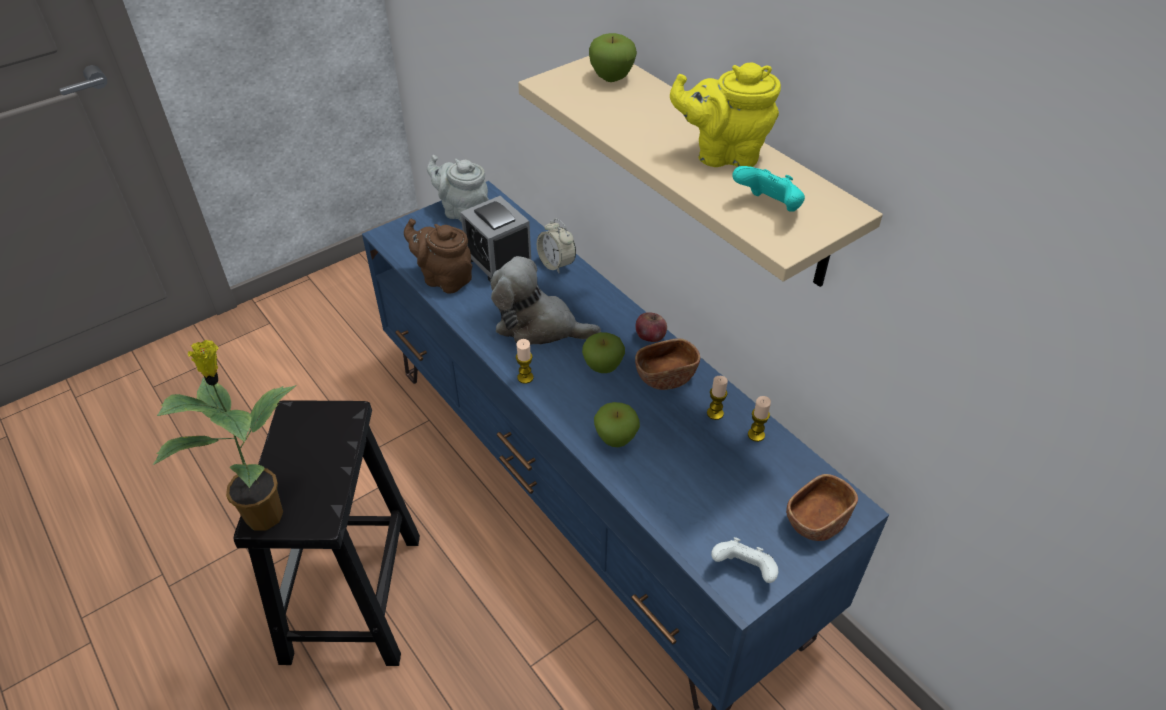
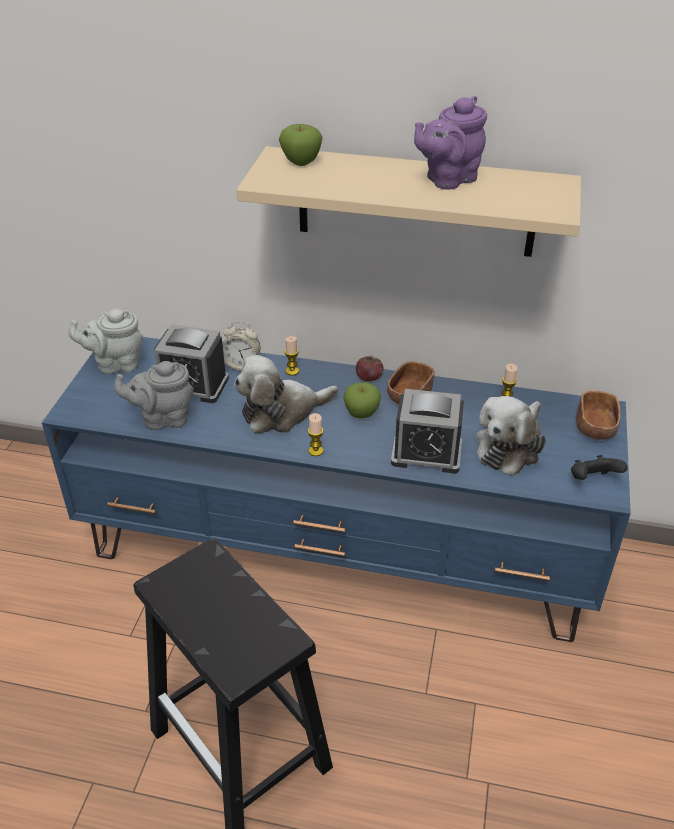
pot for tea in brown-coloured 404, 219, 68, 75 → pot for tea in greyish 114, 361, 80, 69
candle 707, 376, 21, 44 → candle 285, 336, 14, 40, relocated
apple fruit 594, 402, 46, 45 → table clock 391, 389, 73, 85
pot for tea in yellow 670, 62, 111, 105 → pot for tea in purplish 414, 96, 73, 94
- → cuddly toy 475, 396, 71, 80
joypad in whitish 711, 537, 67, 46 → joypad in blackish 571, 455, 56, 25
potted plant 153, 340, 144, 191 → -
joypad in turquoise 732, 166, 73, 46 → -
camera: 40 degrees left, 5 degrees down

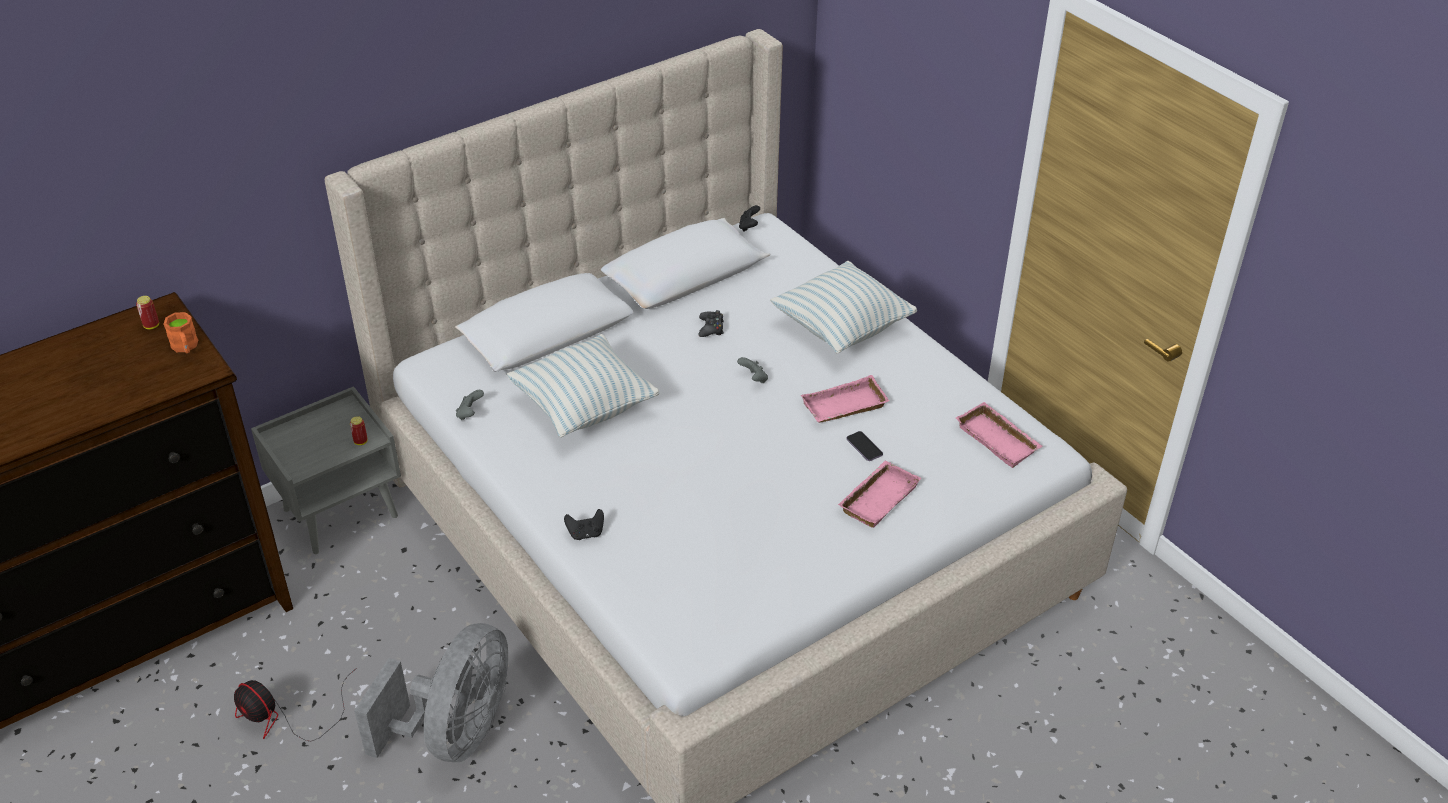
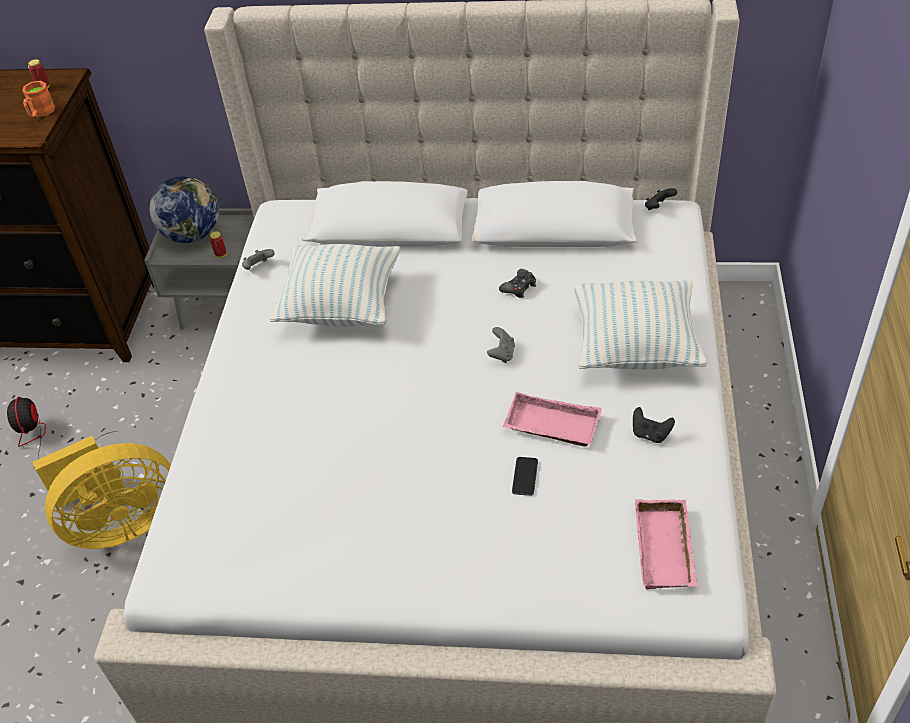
fan in greyish 354, 623, 154, 139 → fan in yellow 33, 436, 138, 113
- → globe 150, 176, 69, 67
joypad in blackish 564, 509, 40, 31 → joypad in blackish 633, 407, 42, 36, relocated
carrying tray in pink-coloured 838, 460, 84, 68 → -
camera: 45 degrees right, 5 degrees up

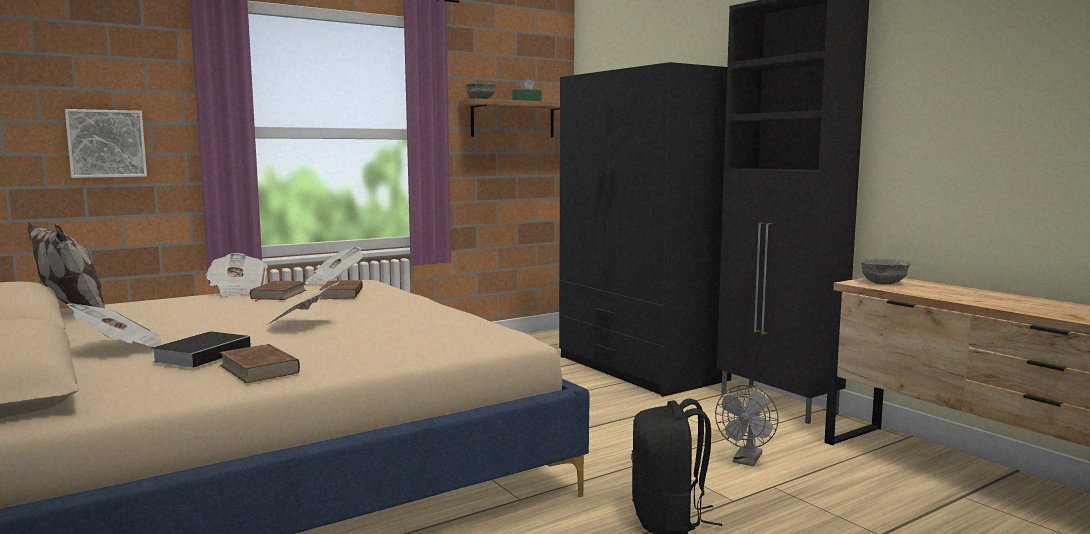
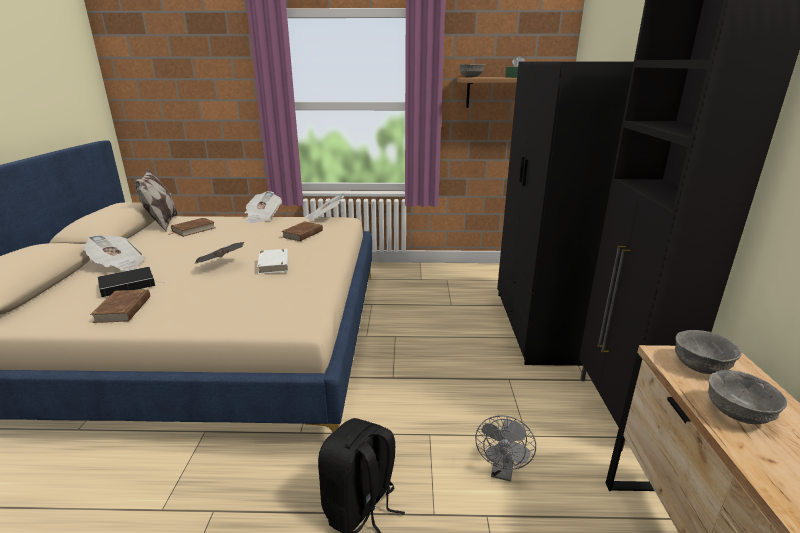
bound book in brown-coloured 250, 281, 56, 20 → bound book in brown-coloured 171, 218, 44, 19, relocated
- → bound book in whitish 257, 249, 31, 25
fan in greyish 715, 385, 64, 81 → fan in greyish 475, 415, 61, 67, 45 degrees counterclockwise
- → deep dish in greyish 708, 370, 79, 54
wall picture 65, 109, 82, 69 → -
camera: 35 degrees right, 15 degrees up

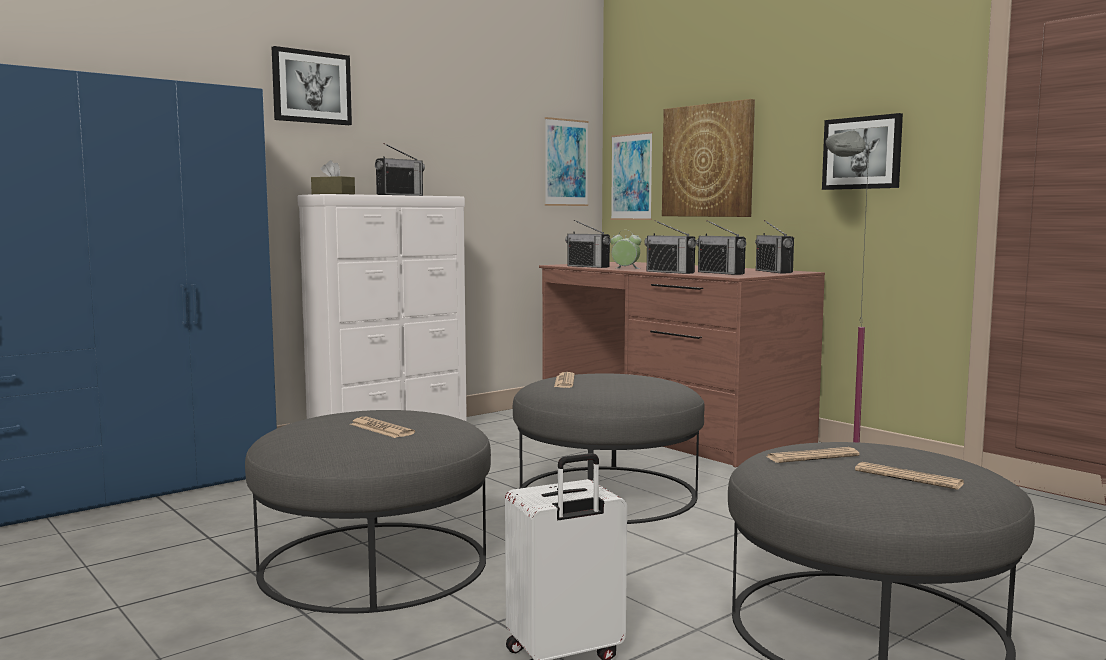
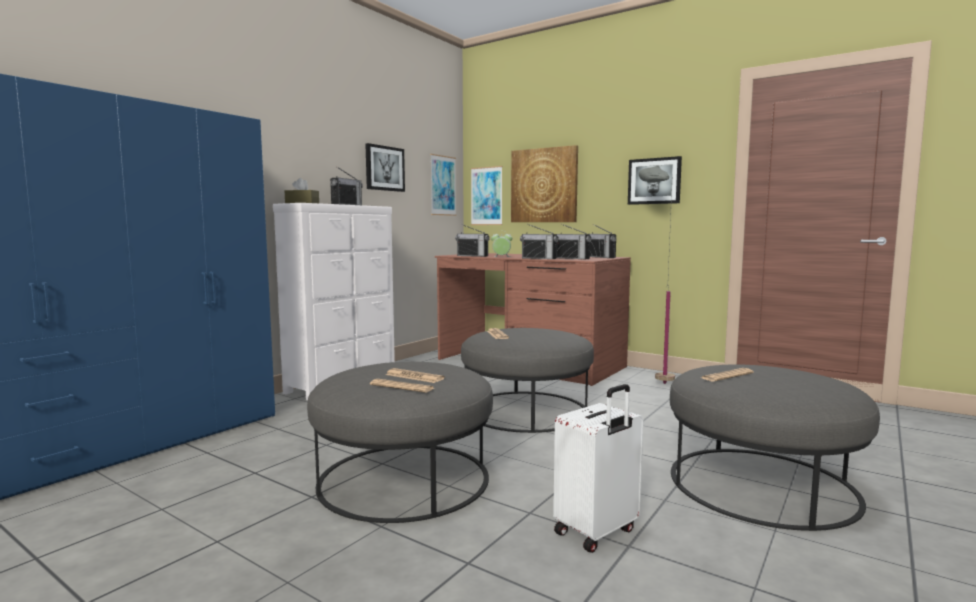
wall picture 272, 46, 80, 79 → wall picture 365, 143, 40, 49, relocated
daily paper 855, 462, 109, 28 → daily paper 370, 379, 64, 14, relocated
camera: 15 degrees left, 0 degrees up

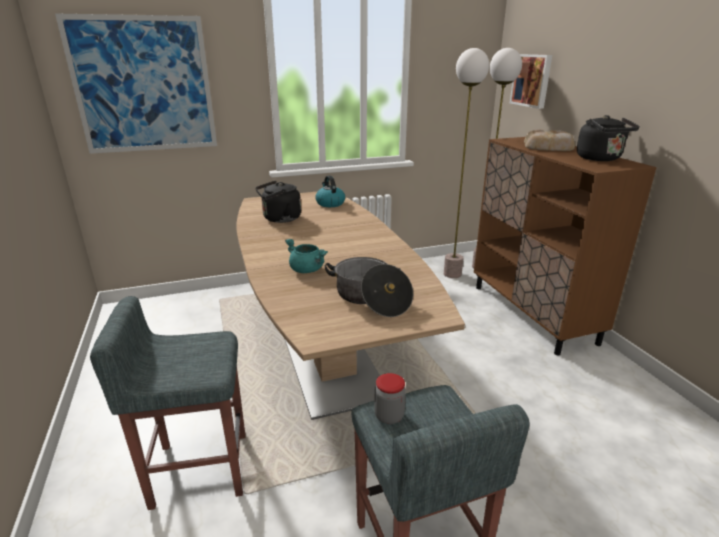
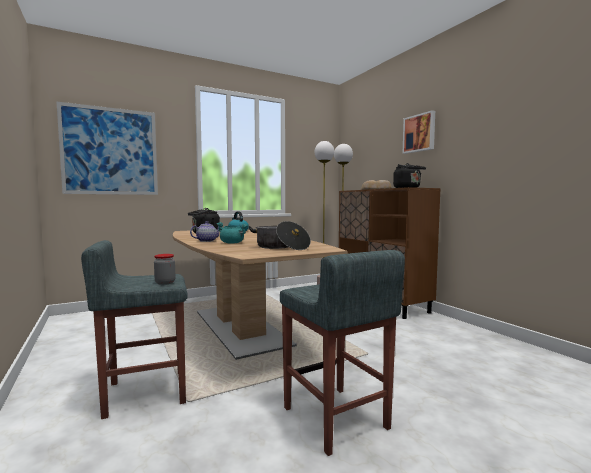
preserve jar 374, 373, 32, 51 → preserve jar 154, 254, 22, 31, relocated
- → pot for tea 190, 221, 30, 21
wall picture 510, 54, 42, 55 → wall picture 403, 110, 32, 44, relocated
camera: 10 degrees left, 20 degrees down

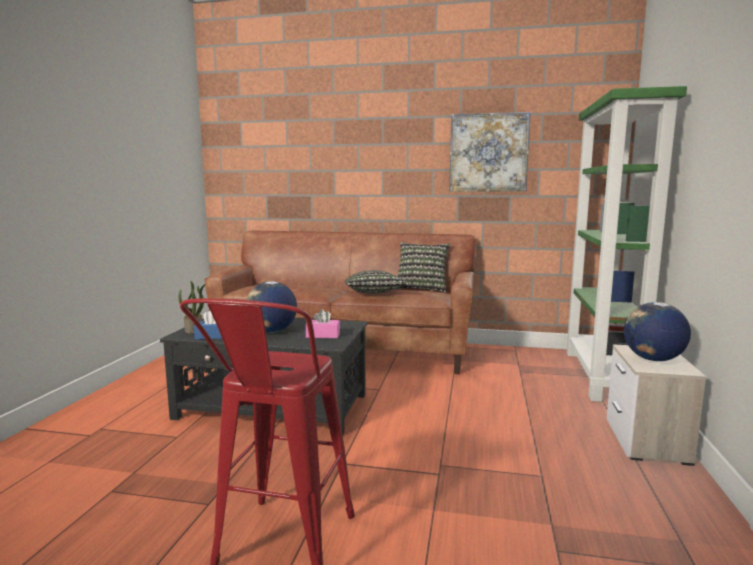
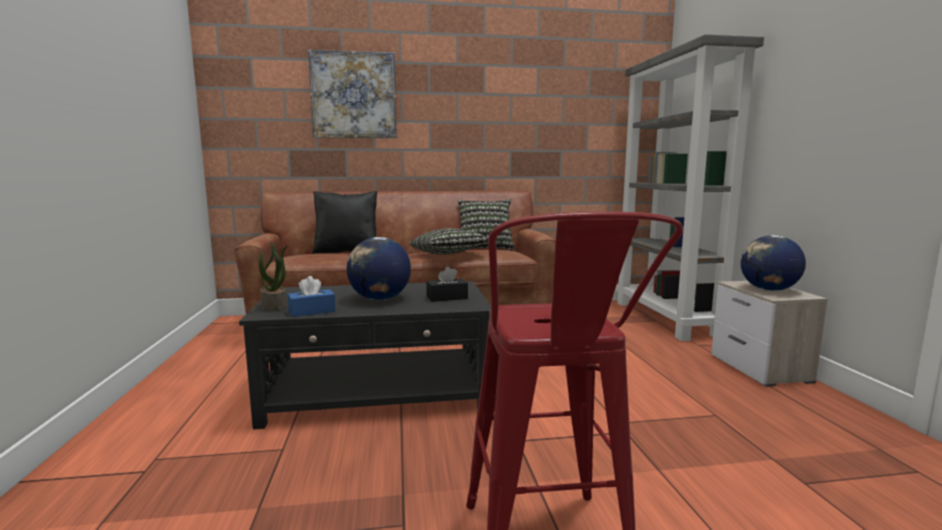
wall picture 449, 112, 82, 80 → wall picture 308, 50, 89, 88, relocated
- → pillow in blackish 312, 191, 65, 63
tissue box in pink-coloured 305, 309, 35, 29 → tissue box in blackish 426, 266, 42, 36
bookcase in greenish 565, 86, 122, 316 → bookcase in greyish 616, 34, 148, 307
camera: 20 degrees left, 0 degrees up

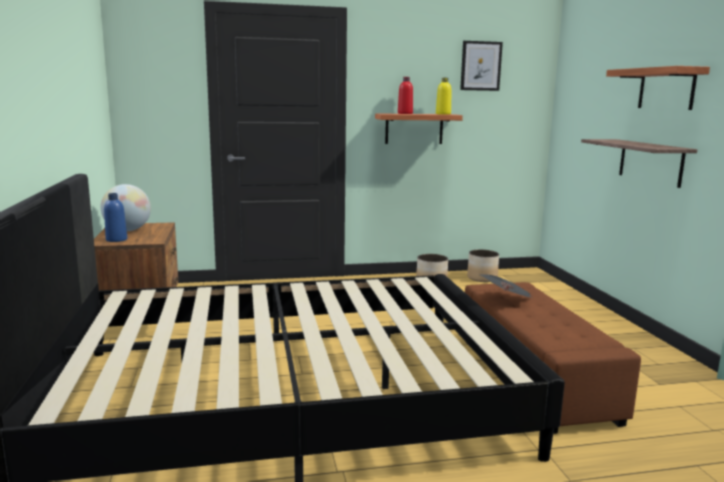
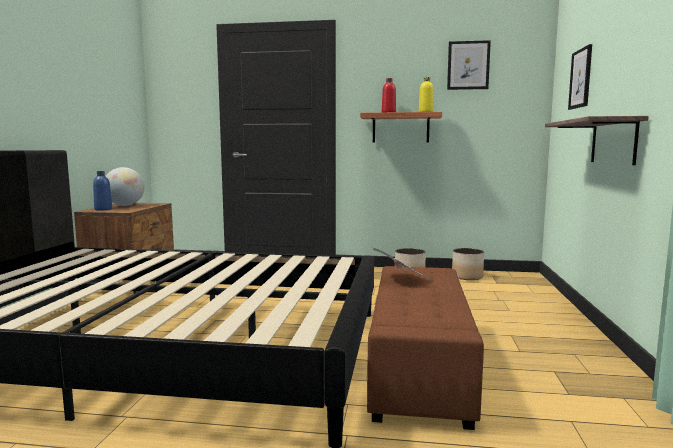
- → wall picture 568, 44, 24, 66
shelf 606, 66, 104, 44 → -
camera: 20 degrees right, 5 degrees down

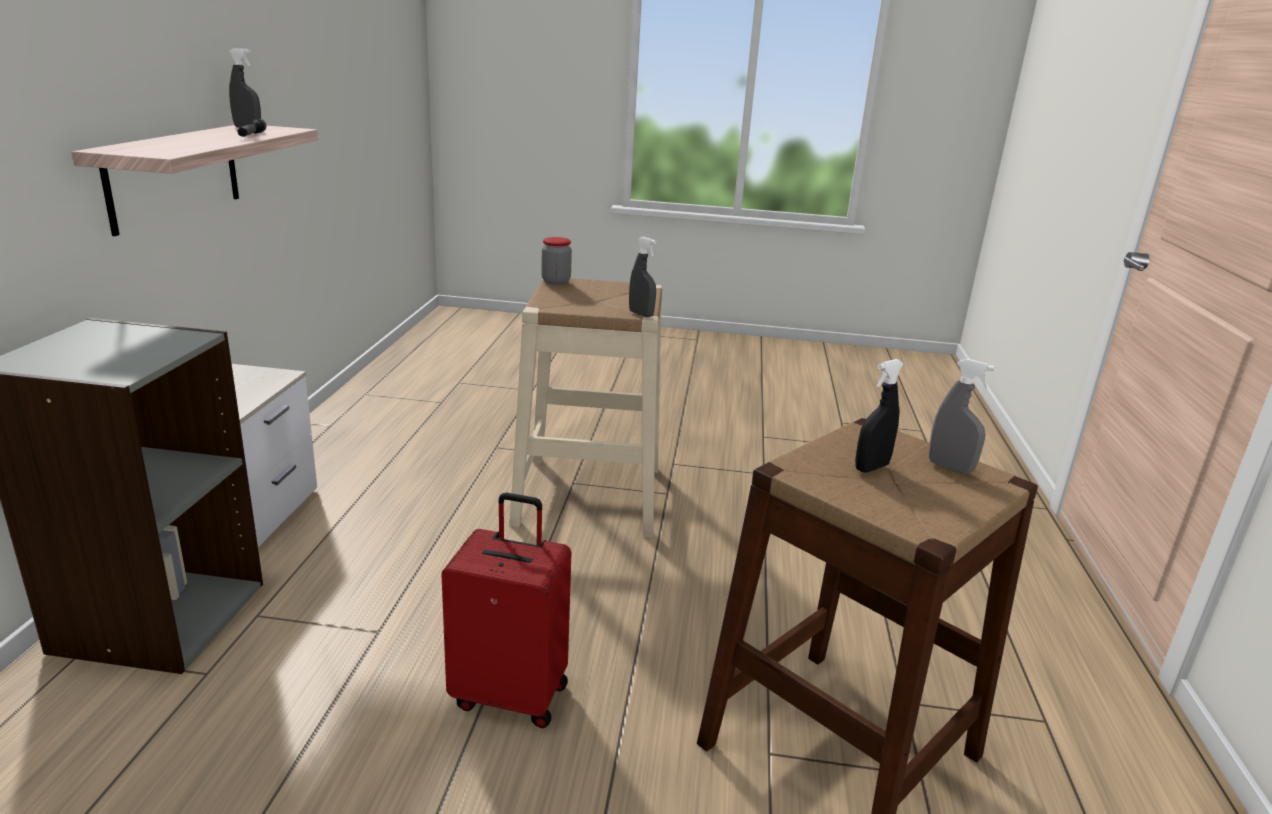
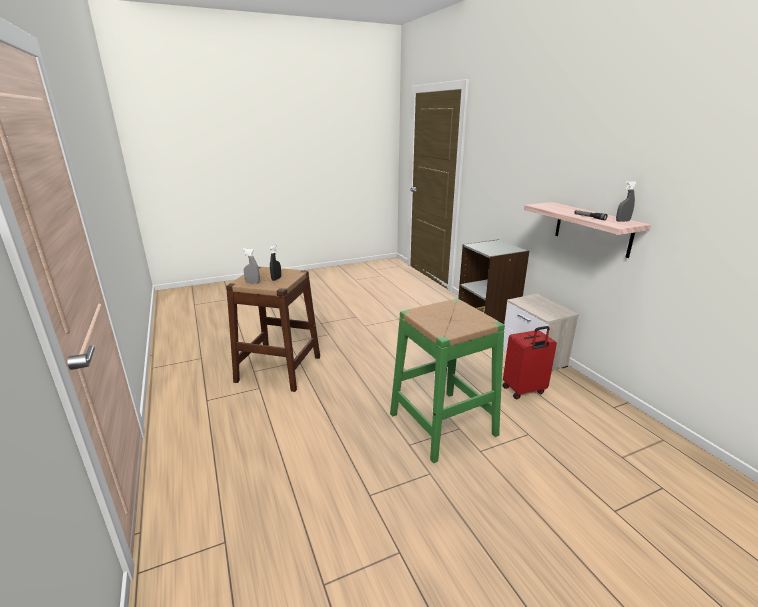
sitting stool in beige-coloured 509, 278, 153, 260 → sitting stool in greenish 390, 298, 115, 165
suitcase in red 441, 493, 131, 235 → suitcase in red 502, 326, 55, 73, relocated
preserve jar 541, 237, 31, 48 → -
sprayer in greyish 629, 237, 27, 80 → -
camera: 150 degrees right, 0 degrees up

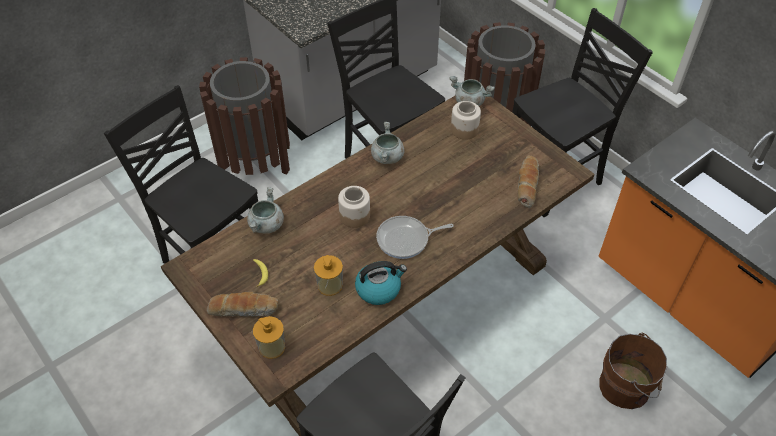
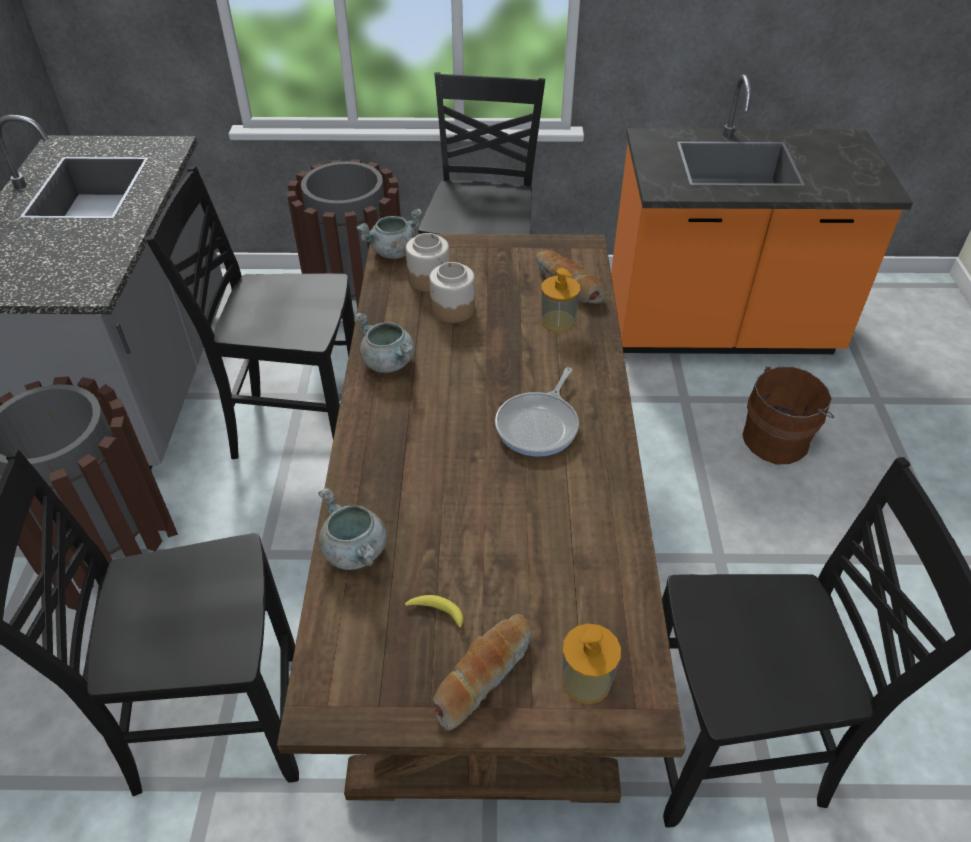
preserve jar 338, 186, 32, 42 → preserve jar 429, 262, 46, 61, relocated
soap dispenser 314, 255, 29, 41 → soap dispenser 541, 268, 39, 64, relocated
water kettle 355, 261, 52, 44 → -
camera: 50 degrees left, 5 degrees down

